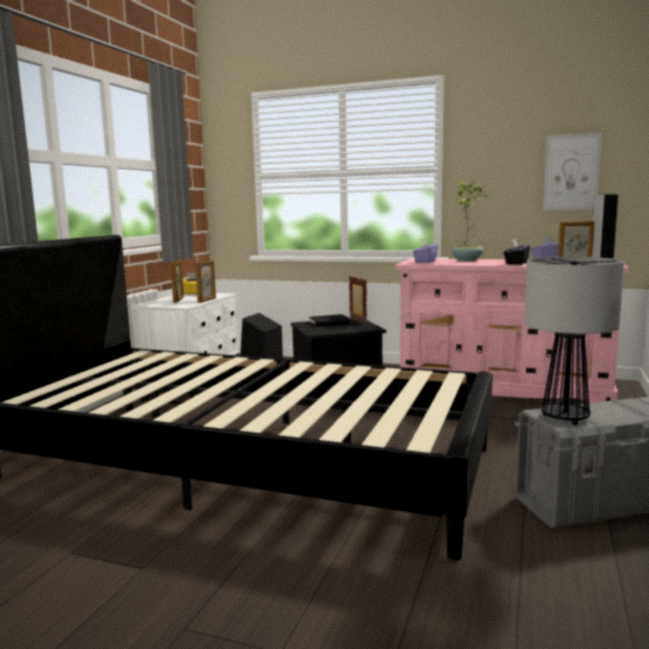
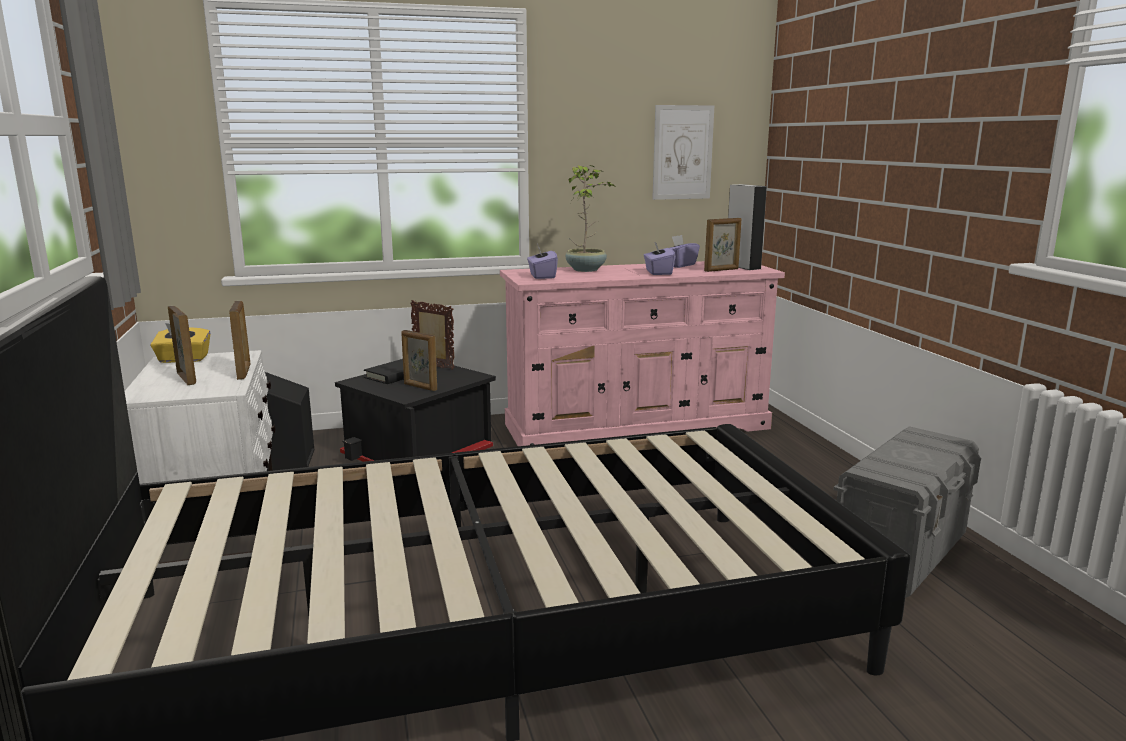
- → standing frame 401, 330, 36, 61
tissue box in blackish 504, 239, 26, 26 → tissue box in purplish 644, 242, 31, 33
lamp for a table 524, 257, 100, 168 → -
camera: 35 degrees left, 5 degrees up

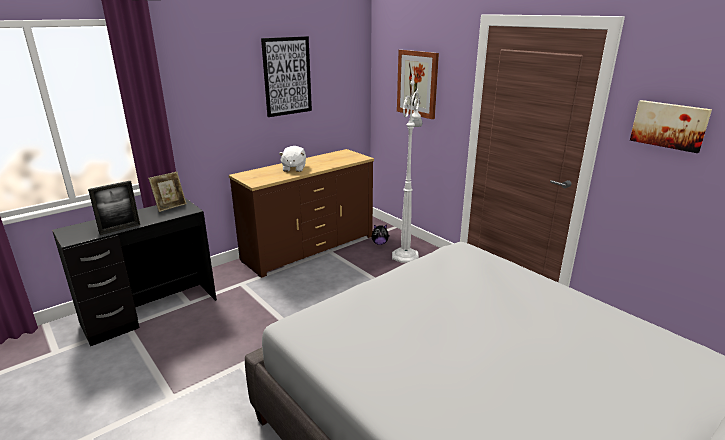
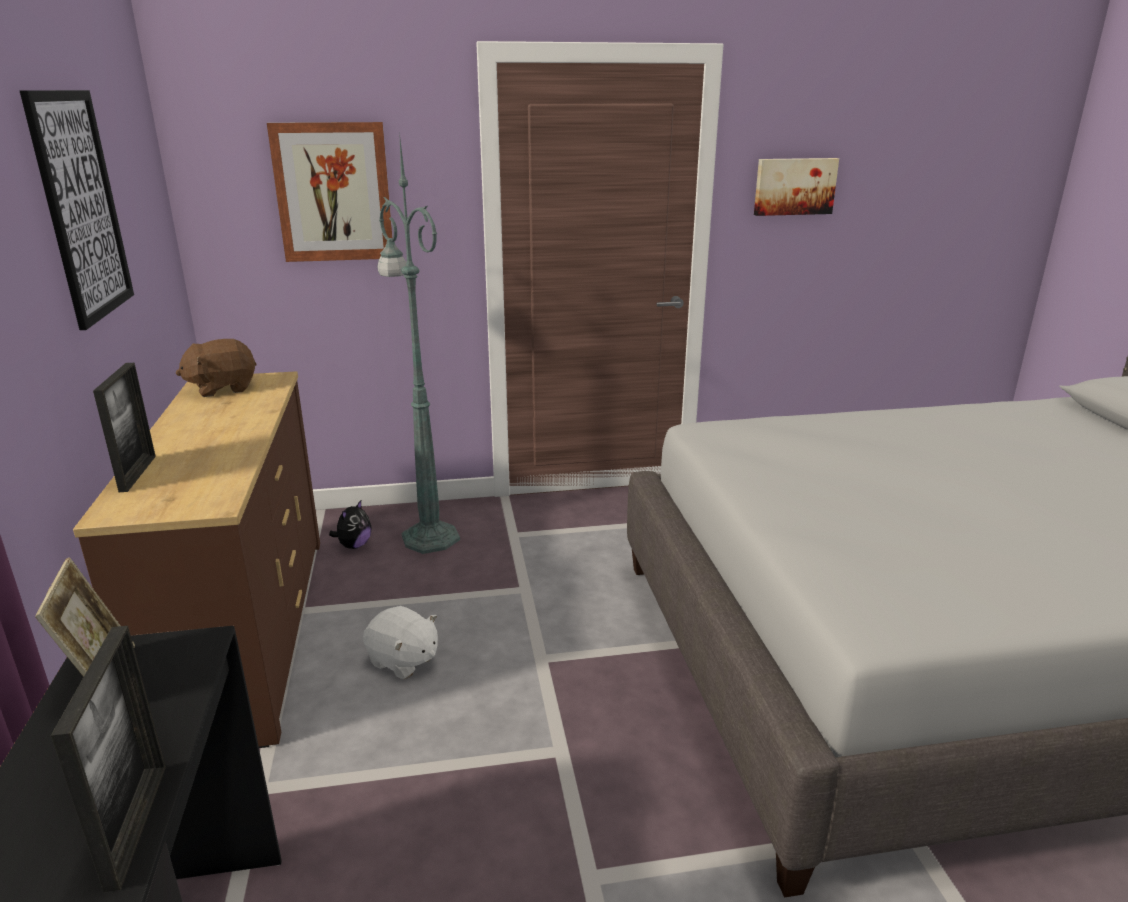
- → standing frame 93, 363, 63, 129
- → cuddly toy in brown-coloured 176, 339, 81, 58
cuddly toy in whitish 279, 146, 27, 26 → cuddly toy in whitish 363, 606, 75, 74, relocated
standard lamp in whitish 392, 70, 30, 193 → standard lamp in greenish 377, 132, 83, 422
camera: 60 degrees left, 0 degrees up

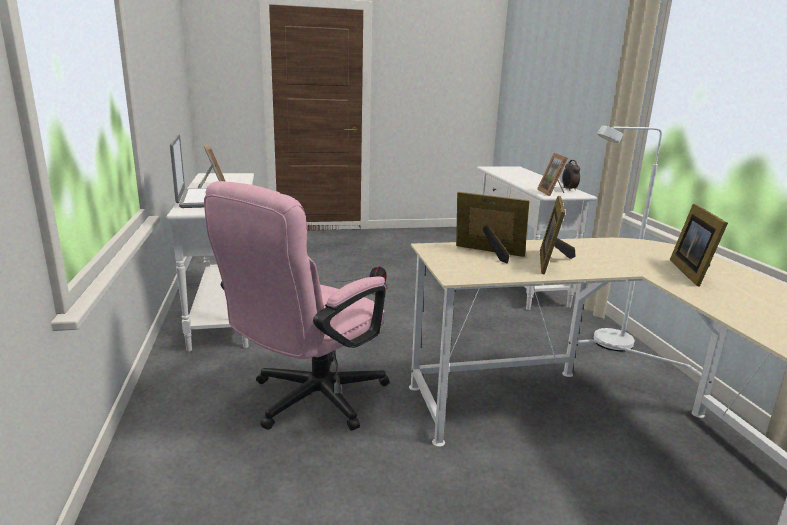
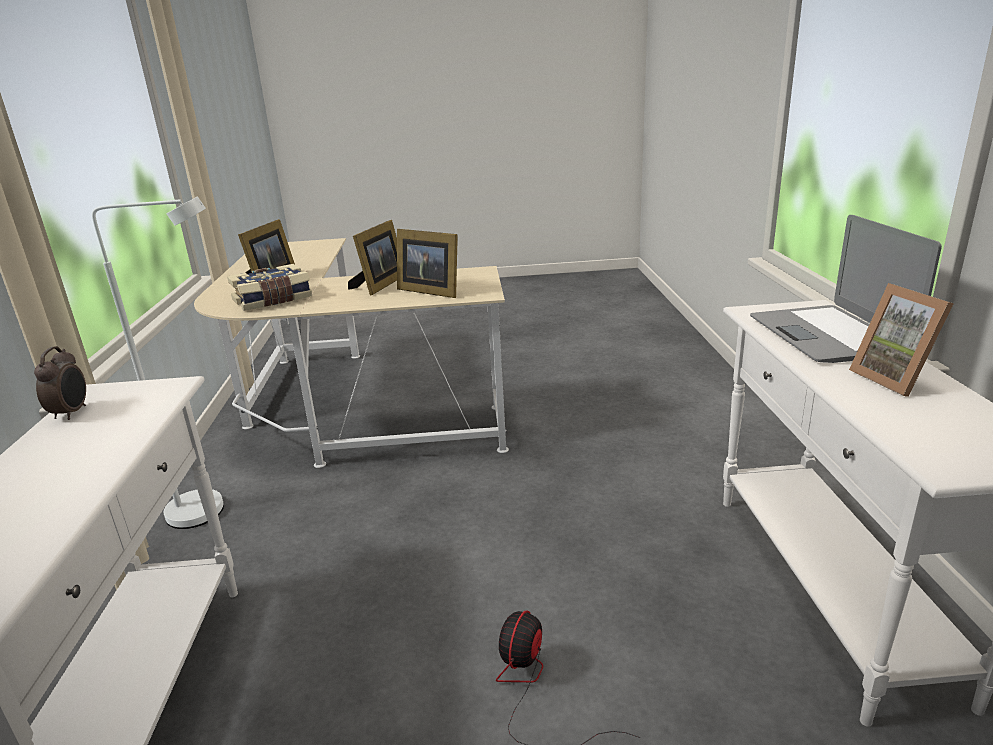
- → bound book 227, 264, 85, 47
office chair in pink-coloured 204, 181, 186, 250 → -
standing frame 537, 153, 31, 43 → -
camera: 170 degrees left, 5 degrees up

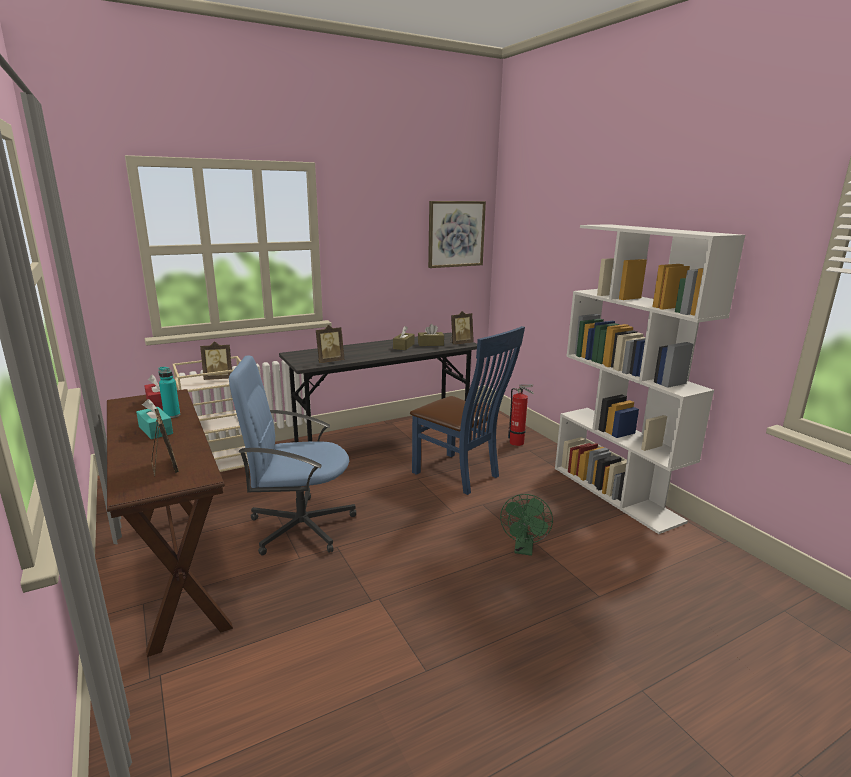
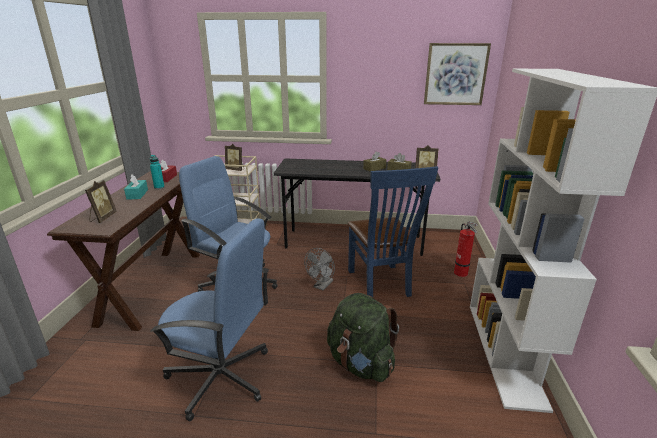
- → office chair in blue-coloured 150, 218, 119, 203
- → fan in greyish 304, 248, 31, 43
fan in greenish 500, 494, 53, 62 → knapsack in greenish 327, 293, 72, 89
standing frame 316, 325, 28, 38 → -
camera: 35 degrees right, 5 degrees up

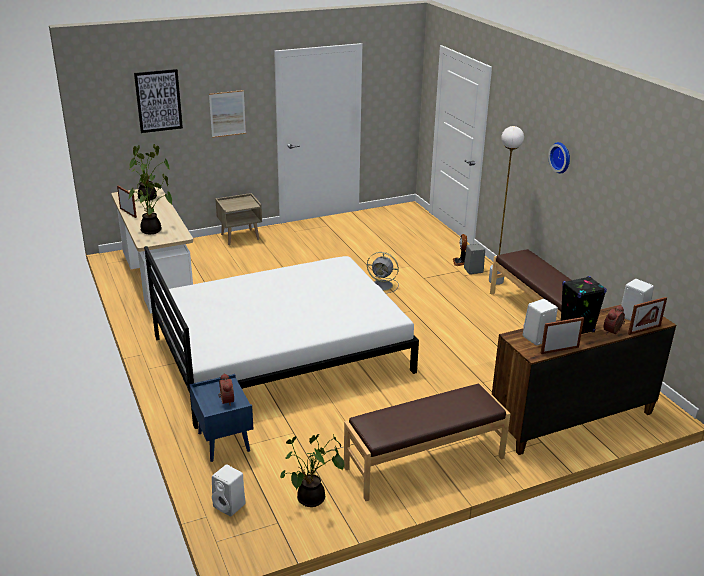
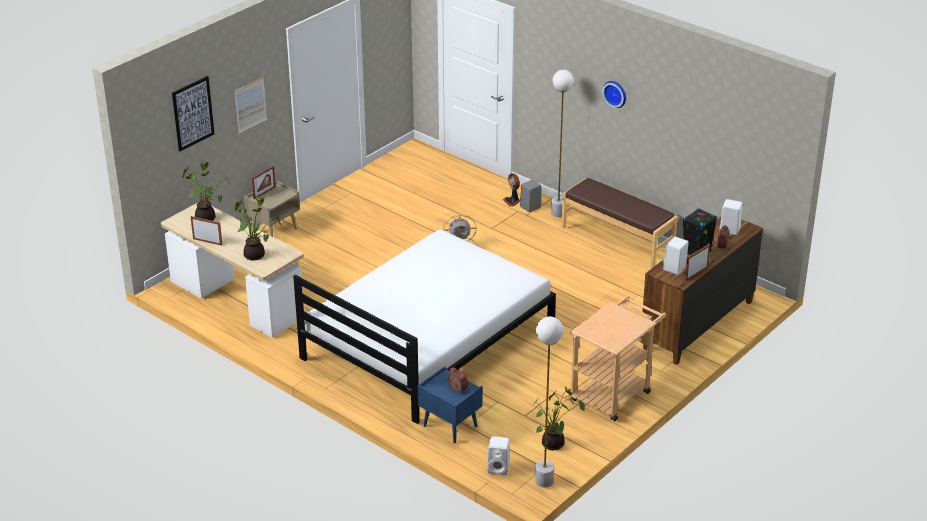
standing frame 628, 297, 39, 38 → standing frame 251, 166, 25, 33, relocated
- → standard lamp in whitish 535, 316, 29, 172
indoor bench in brown-coloured 344, 384, 166, 117 → cart in beige-coloured 570, 296, 96, 126
camera: 25 degrees left, 5 degrees up

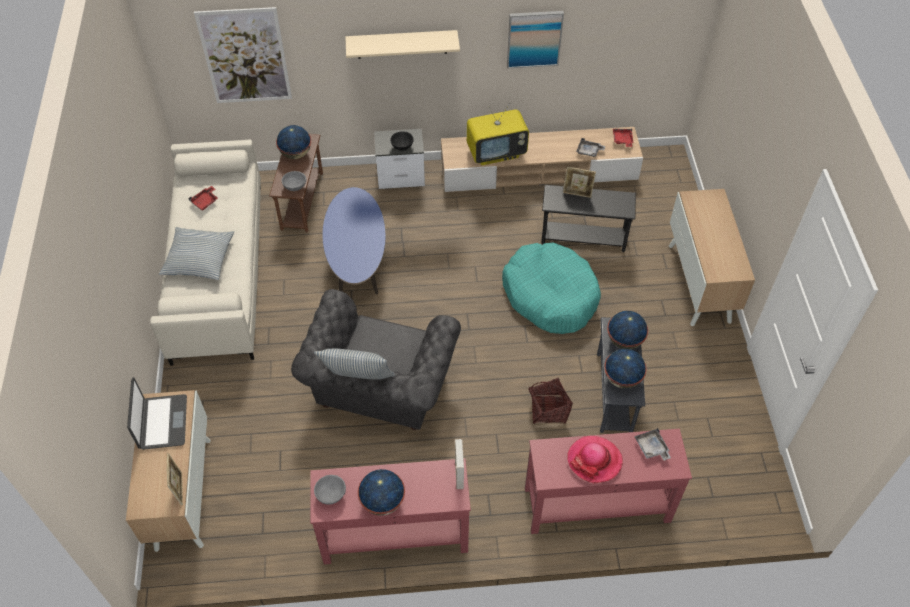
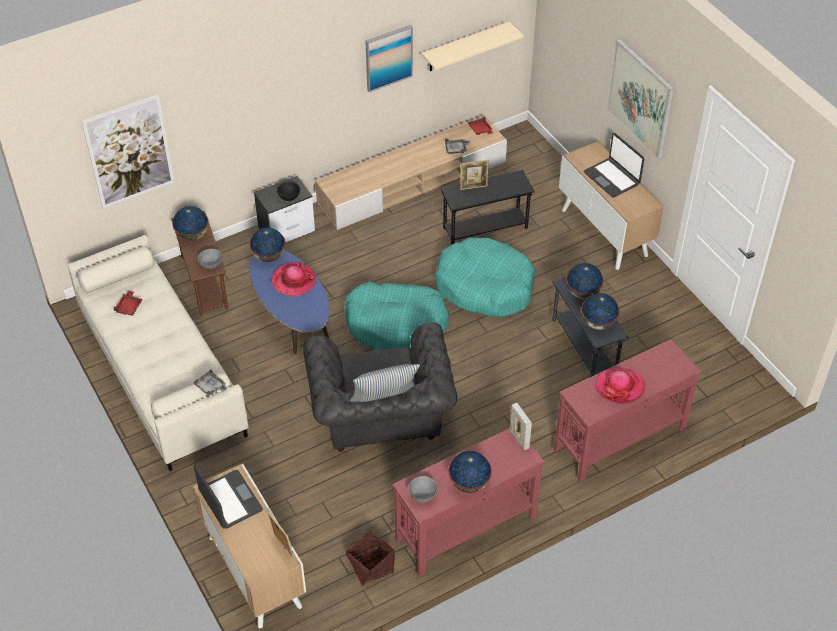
carrying tray in greyish 634, 428, 37, 33 → carrying tray in greyish 193, 369, 35, 27, relocated
- → globe 250, 227, 36, 35
- → hat 272, 262, 44, 34
- → dog bed in turquoise 344, 282, 105, 68
storage basket 529, 378, 44, 46 → storage basket 346, 530, 49, 56, relocated
shelf in beige-coloured 345, 30, 115, 29 → shelf in beige-coloured 421, 21, 103, 50, relocated
- → portable computer 584, 133, 60, 65
- → wall picture 607, 39, 67, 120
pillow 159, 227, 75, 53 → -
TV 467, 103, 62, 62 → -
camera: 25 degrees left, 5 degrees down

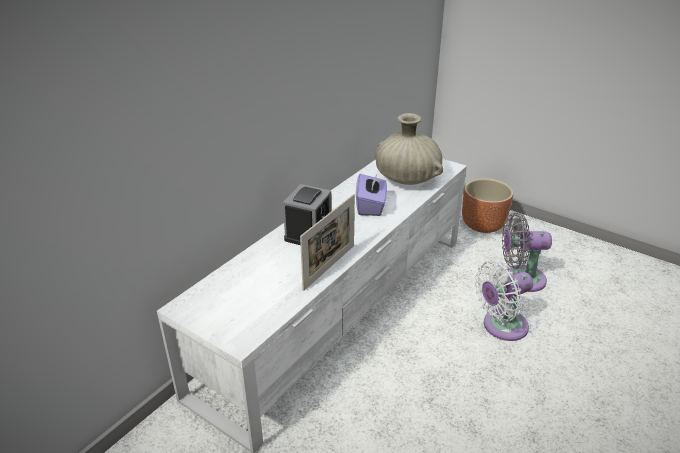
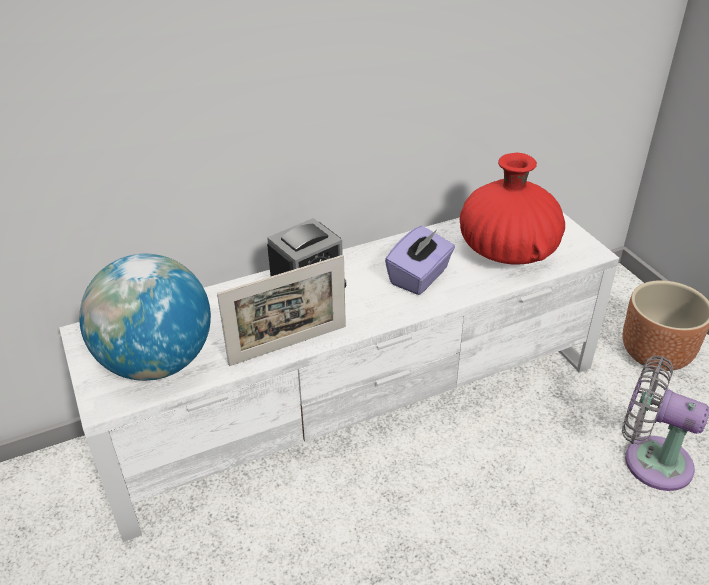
- → globe 79, 254, 132, 127
decorative vase in beige-coloured 375, 113, 68, 72 → decorative vase in red 460, 153, 105, 112
fan in whitish 475, 260, 58, 81 → -
camera: 30 degrees right, 5 degrees up

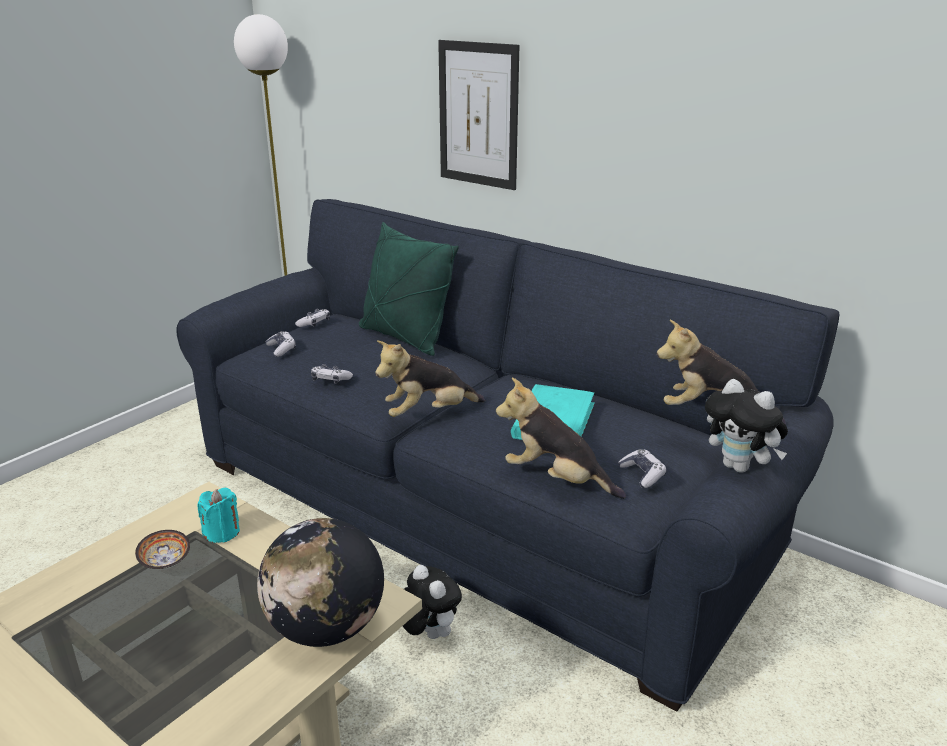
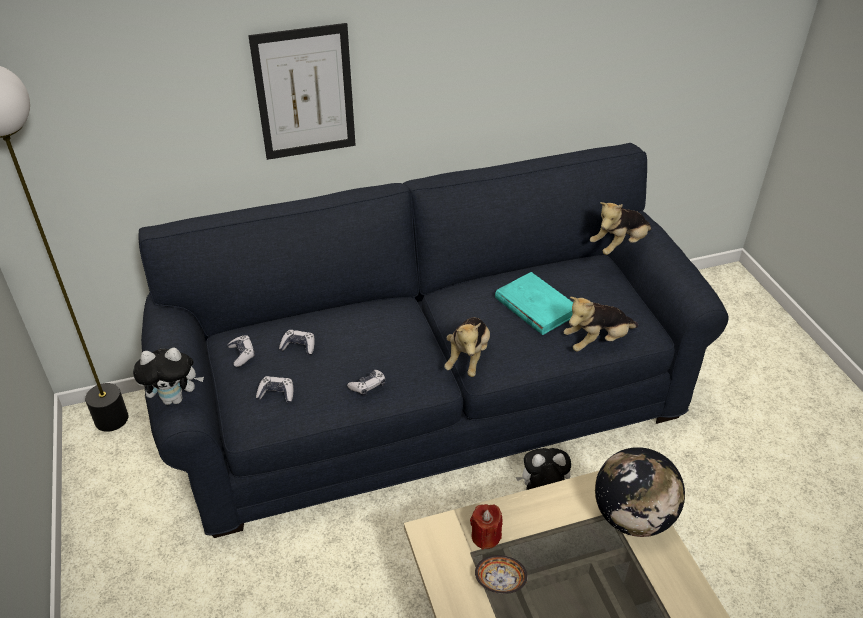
cuddly toy 705, 379, 83, 94 → cuddly toy 133, 348, 71, 57, relocated
joypad 618, 449, 48, 39 → joypad 279, 330, 36, 25, relocated
candle in turquoise 197, 488, 43, 55 → candle in red 470, 504, 33, 46
pillow in greenish 359, 222, 100, 134 → -
camera: 55 degrees left, 15 degrees up

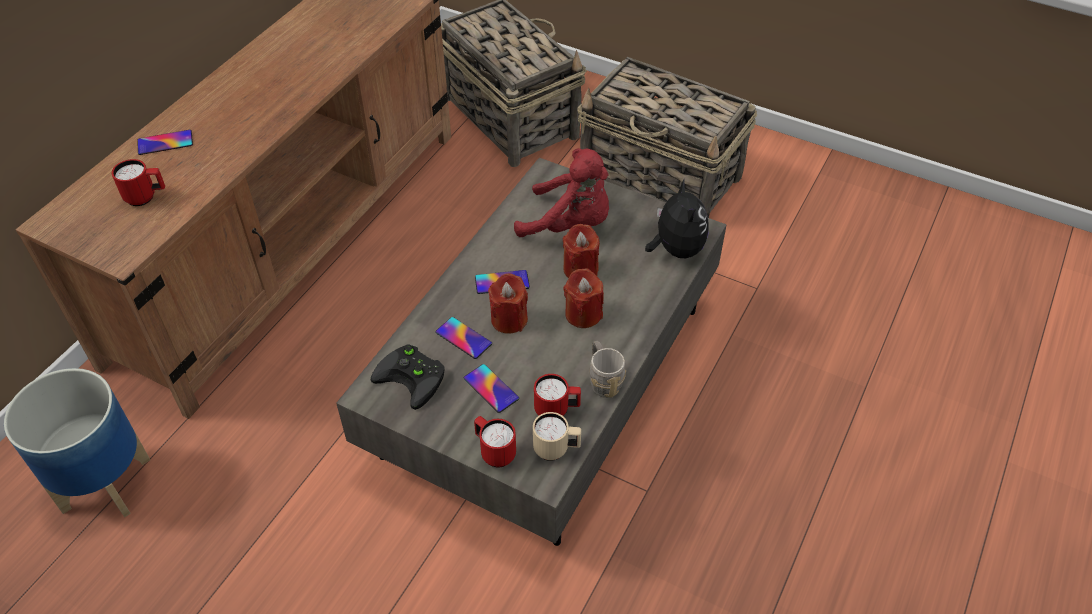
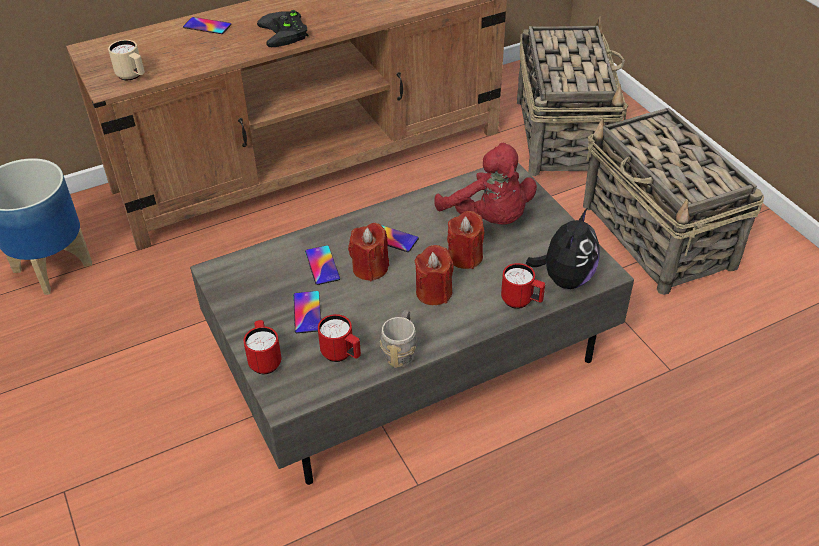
tea mug in beige-coloured 533, 412, 48, 49 → tea mug in beige-coloured 108, 40, 37, 41, relocated
joypad in blackish 371, 344, 74, 66 → joypad in blackish 257, 10, 52, 37, relocated
tea mug in red 112, 159, 53, 47 → tea mug in red 501, 263, 44, 46, relocated
camera: 35 degrees right, 5 degrees down

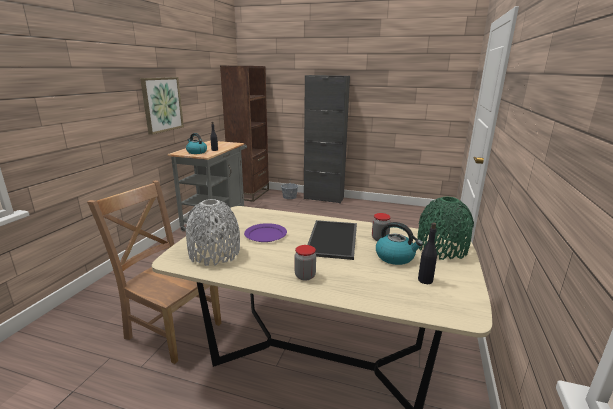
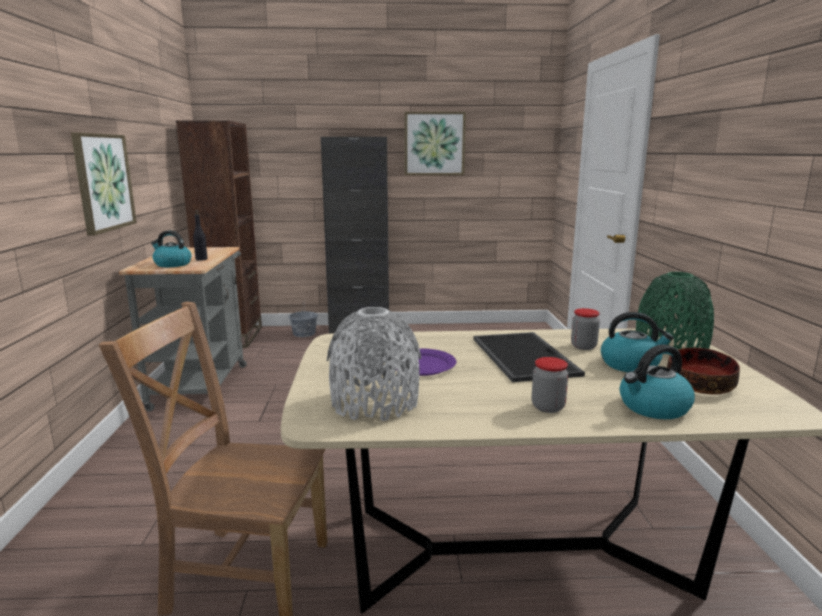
- → wall picture 404, 112, 62, 63
- → water kettle 620, 344, 75, 75
beverage bottle in blackish 418, 223, 19, 61 → deep dish 667, 348, 73, 47
camera: 20 degrees left, 5 degrees down

